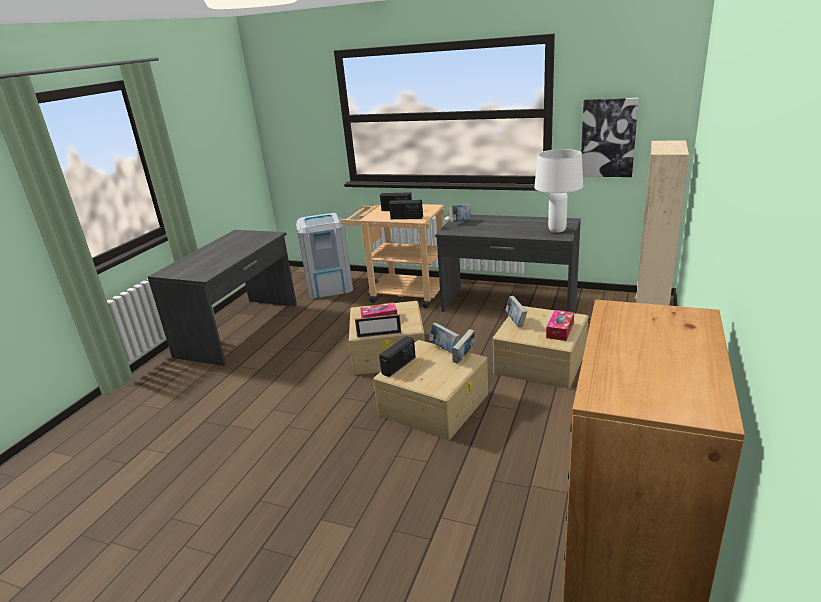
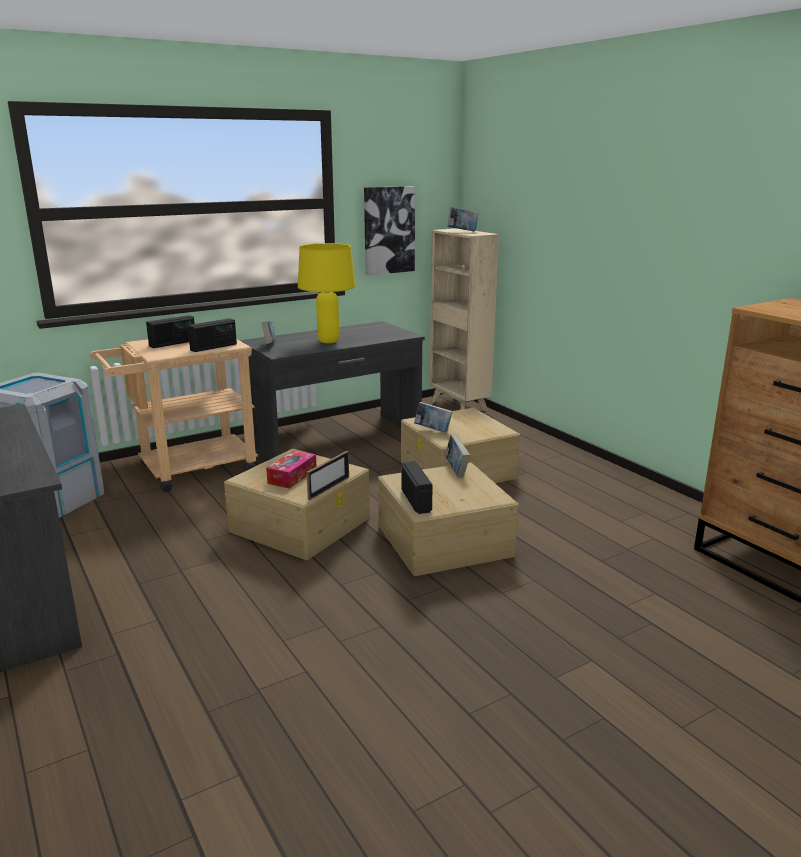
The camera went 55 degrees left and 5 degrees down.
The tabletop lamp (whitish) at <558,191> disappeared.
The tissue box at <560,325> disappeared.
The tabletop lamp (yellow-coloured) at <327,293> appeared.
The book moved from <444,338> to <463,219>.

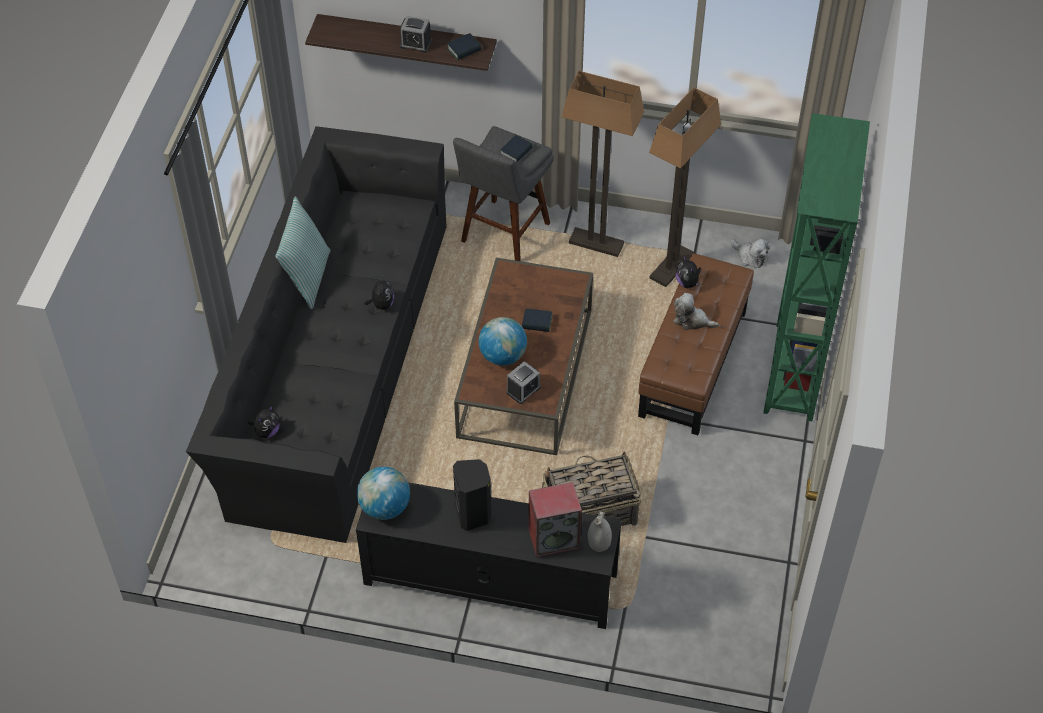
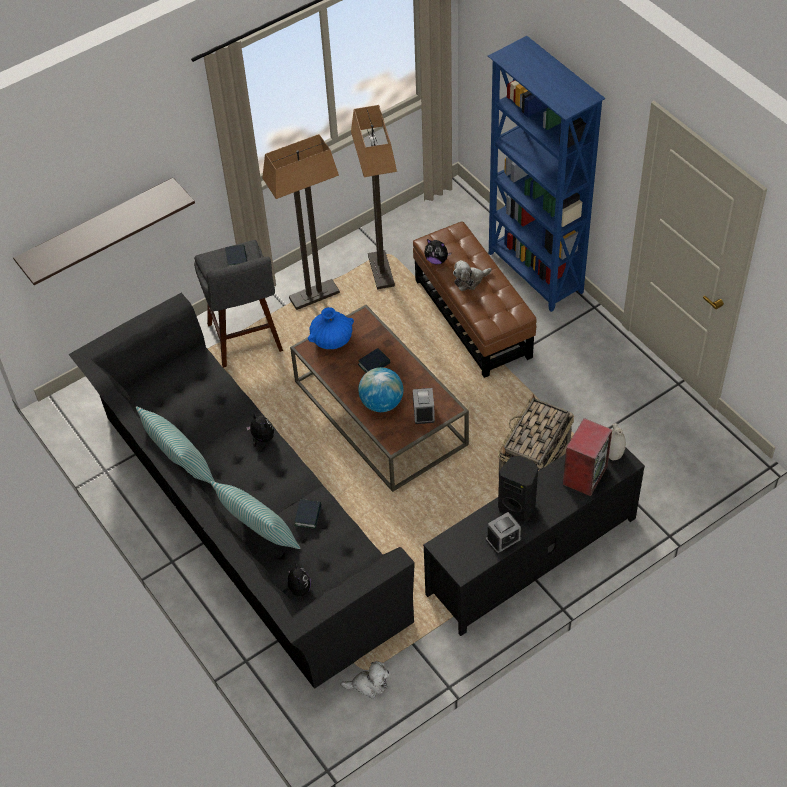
The camera went 45 degrees left and 0 degrees up.
The globe at <383,493> disappeared.
The throw pillow at <255,515> appeared.
The decorative vase (blue) at <331,328> appeared.
The table clock moved from <416,34> to <503,533>.
The book moved from <464,46> to <307,514>.
The plush toy moved from <750,253> to <365,679>.
The bookcase (green) at <816,267> became the bookcase (blue) at <546,174>.

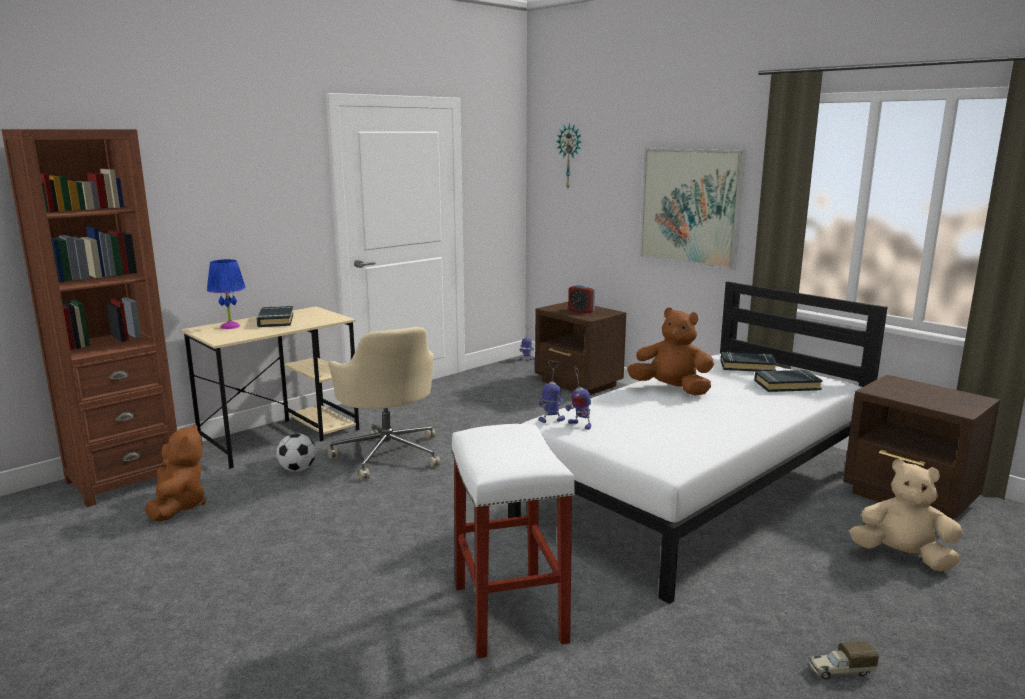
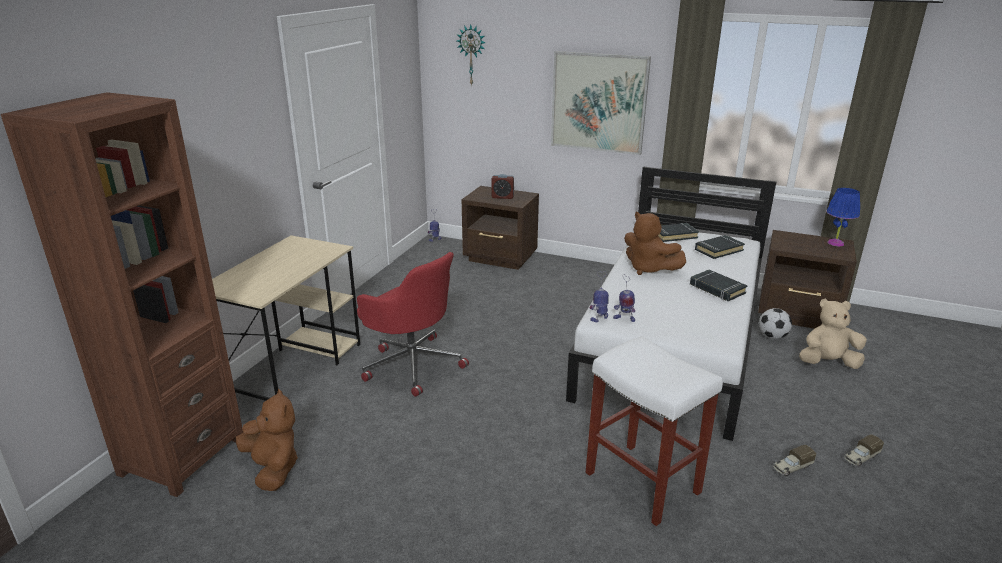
The camera went 25 degrees left and 10 degrees up.
The model truck at <794,460> appeared.
The tabletop lamp (blue) moved from <226,294> to <843,217>.
The book (black) moved from <275,316> to <719,285>.
The football moved from <296,452> to <775,323>.
The computer chair (beige-coloured) at <384,403> became the computer chair (red) at <413,324>.
The plush toy (brown-coloured) at <670,351> turned 135 degrees counterclockwise.

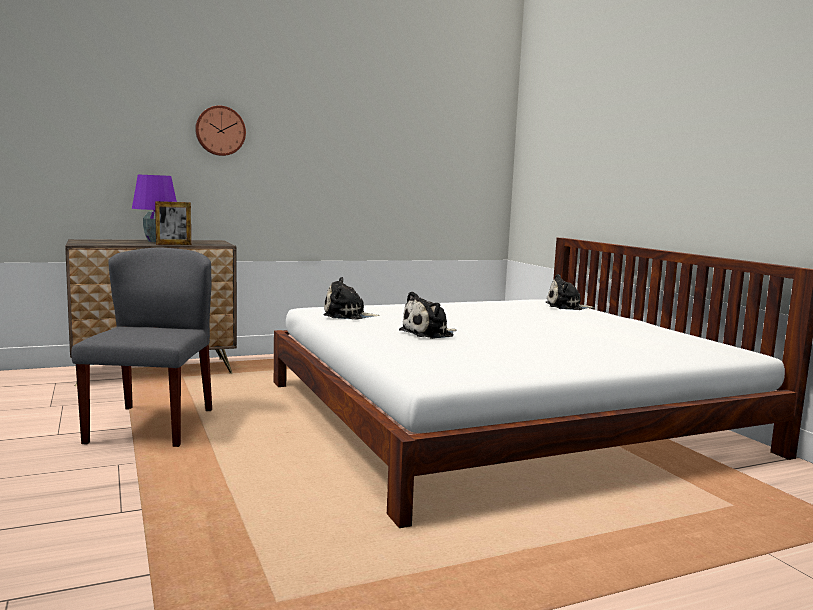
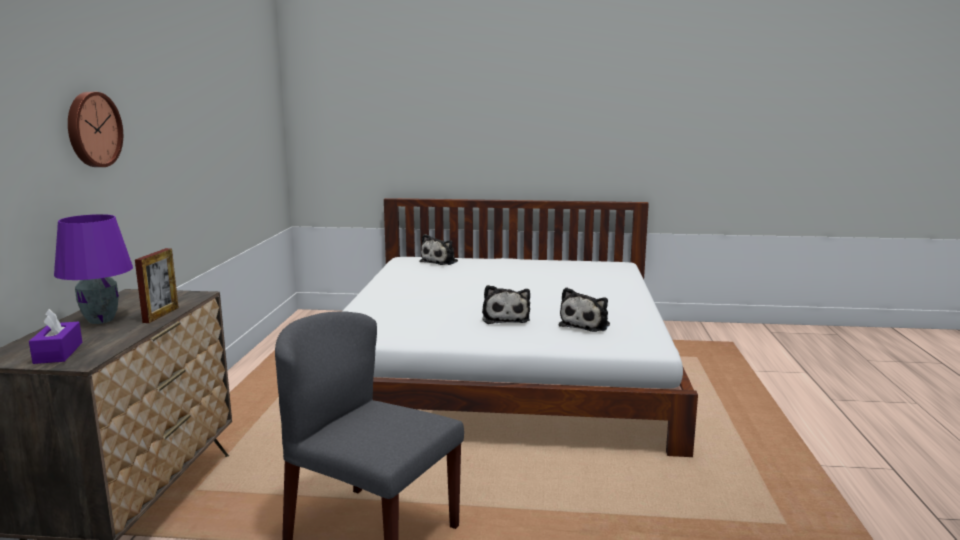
The camera went 60 degrees left and 5 degrees up.
The tissue box (purple-coloured) at <56,336> appeared.
The plush toy moved from <352,298> to <584,310>.

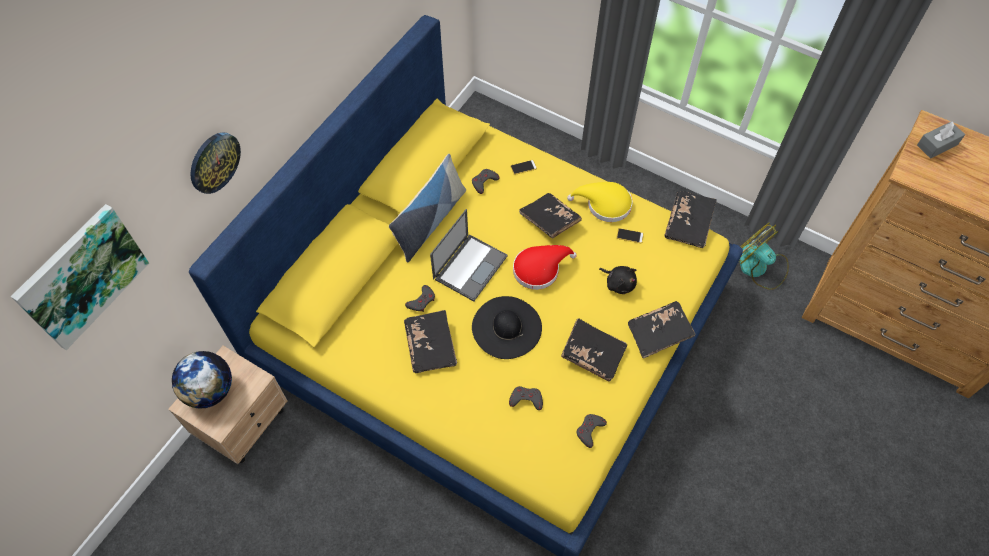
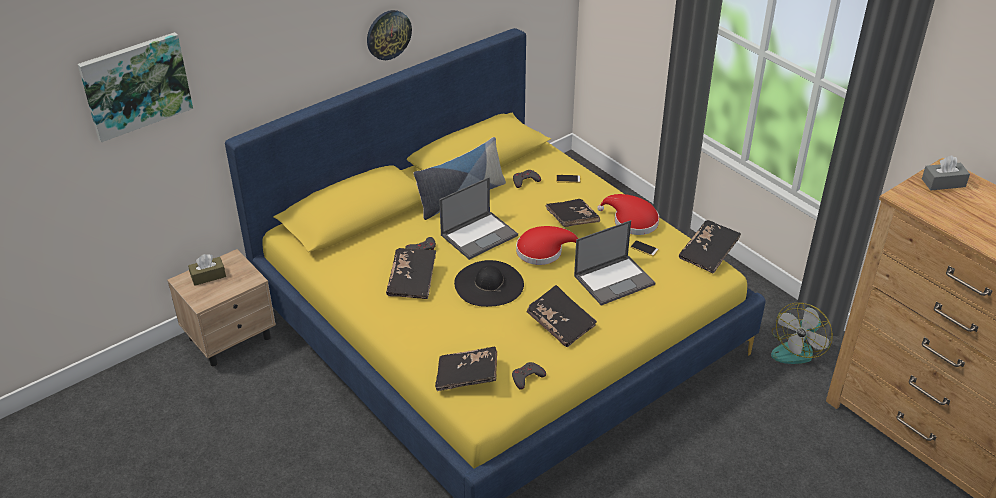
The camera went 20 degrees right and 20 degrees down.
The game controller (grey) at <526,398> disappeared.
The hanging clock moved from <215,163> to <389,35>.
The book (black) moved from <662,330> to <466,369>.
The globe at <202,380> was replaced by the tissue box (brown-coloured) at <207,270>.
The plush toy (black) at <618,280> was replaced by the laptop at <614,262>.
The hat (yellow-coloured) at <599,202> became the hat (red) at <628,214>.
The electric fan at <764,256> turned 120 degrees counterclockwise.

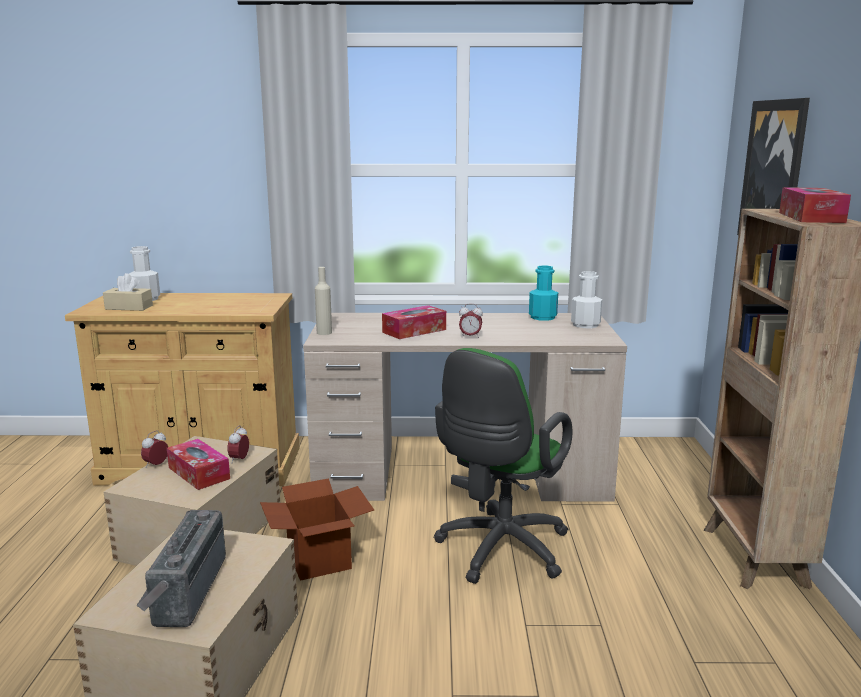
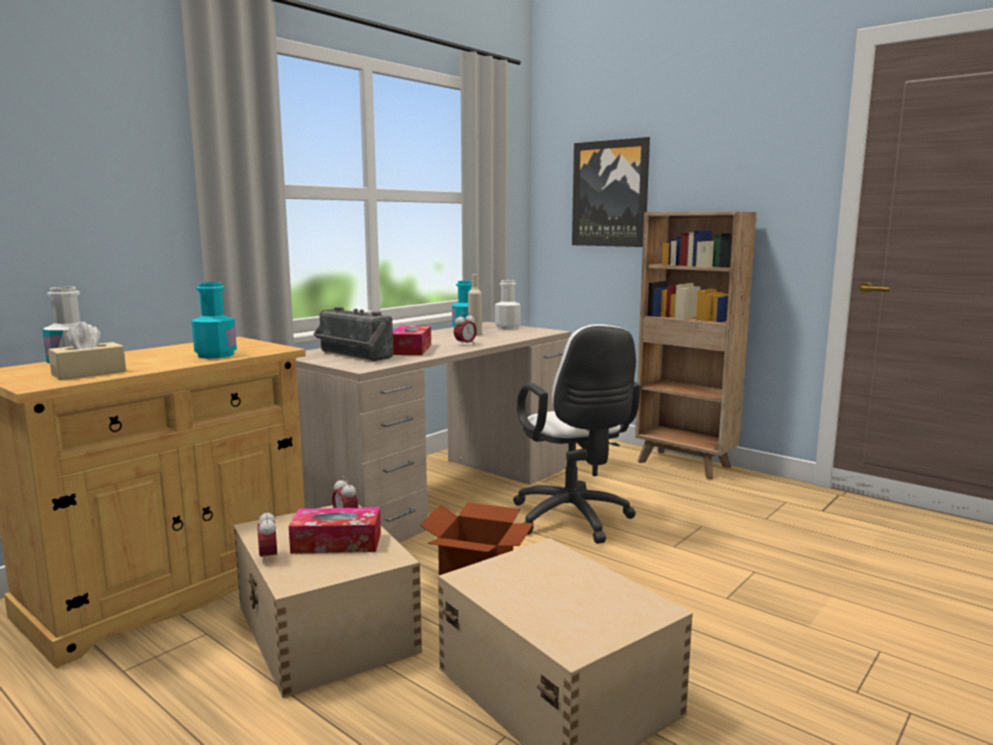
The camera went 50 degrees left and 5 degrees down.
The tissue box at <815,205> disappeared.
The drink bottle (turquoise-coloured) at <214,320> appeared.
The radio moved from <181,568> to <353,334>.
The drink bottle (beige-coloured) moved from <323,301> to <475,305>.
The computer chair (green) at <503,466> became the computer chair (whitish) at <577,434>.

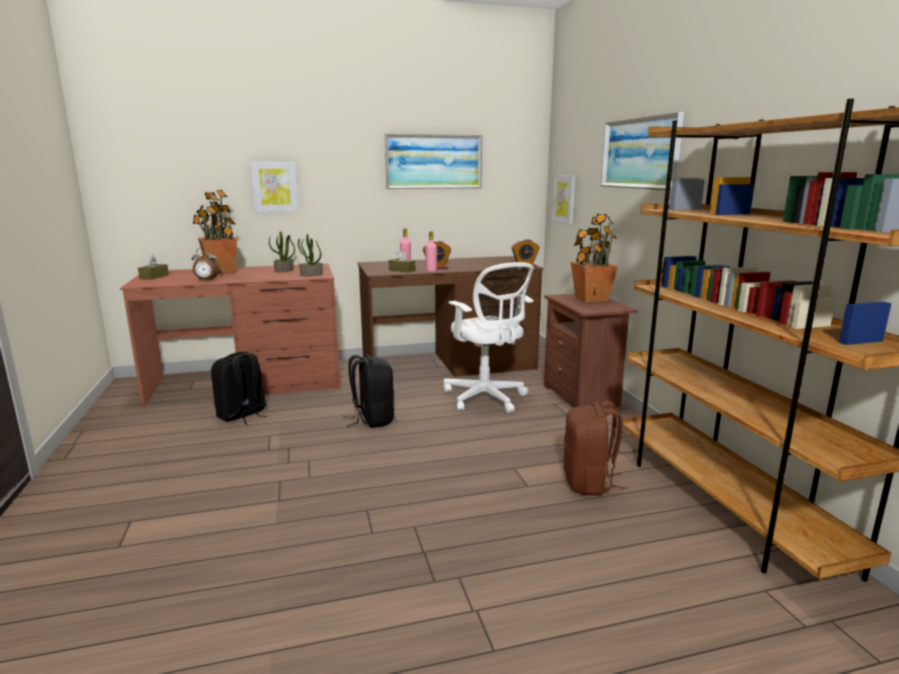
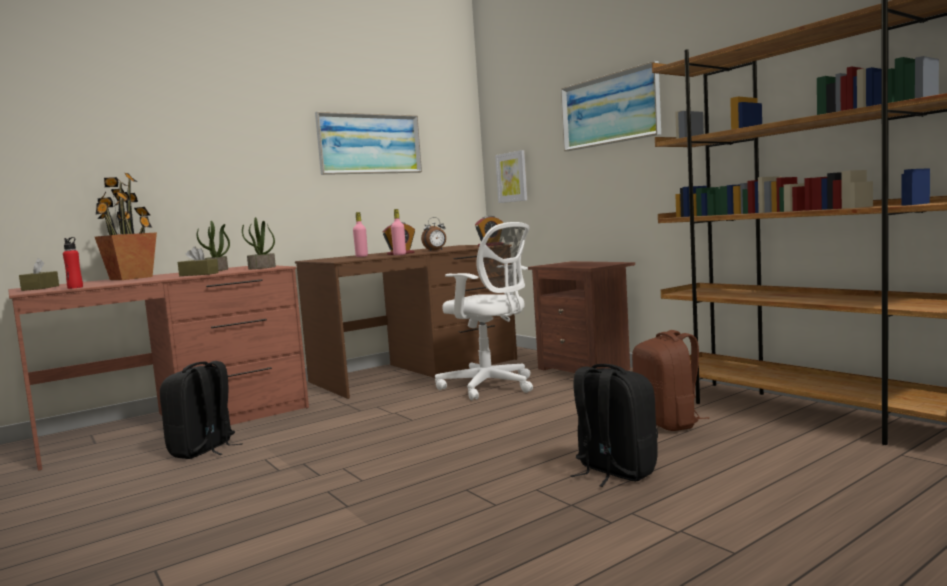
The camera went 20 degrees left and 10 degrees down.
The wall picture at <274,186> disappeared.
The plant in a pot at <594,258> disappeared.
The drink bottle (red) at <73,263> appeared.
The table clock moved from <206,264> to <433,234>.
The backpack (black) moved from <368,391> to <614,425>.
The tissue box (brown-coloured) moved from <402,261> to <198,261>.

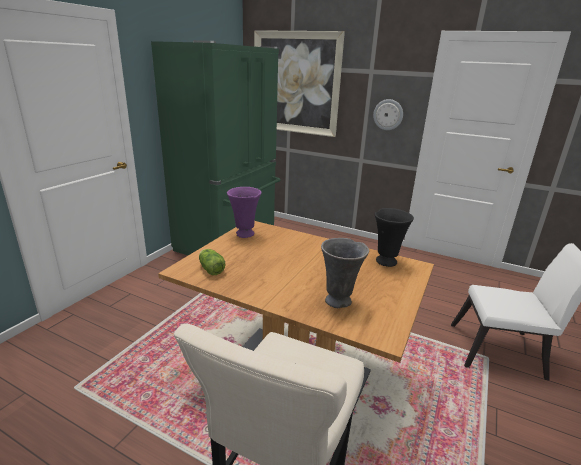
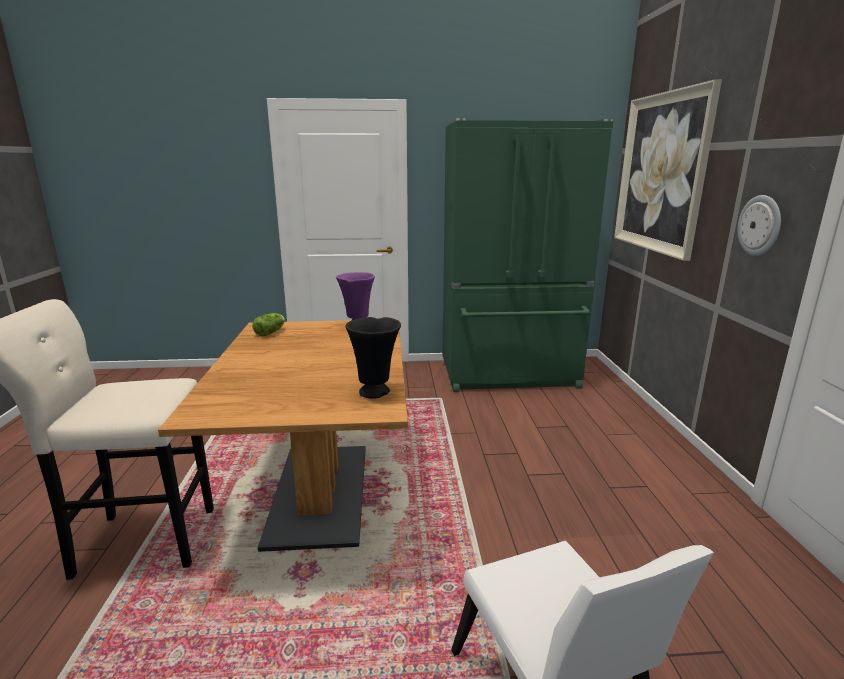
The camera went 60 degrees right and 5 degrees down.
The decorative vase (grey) at <345,273> disappeared.

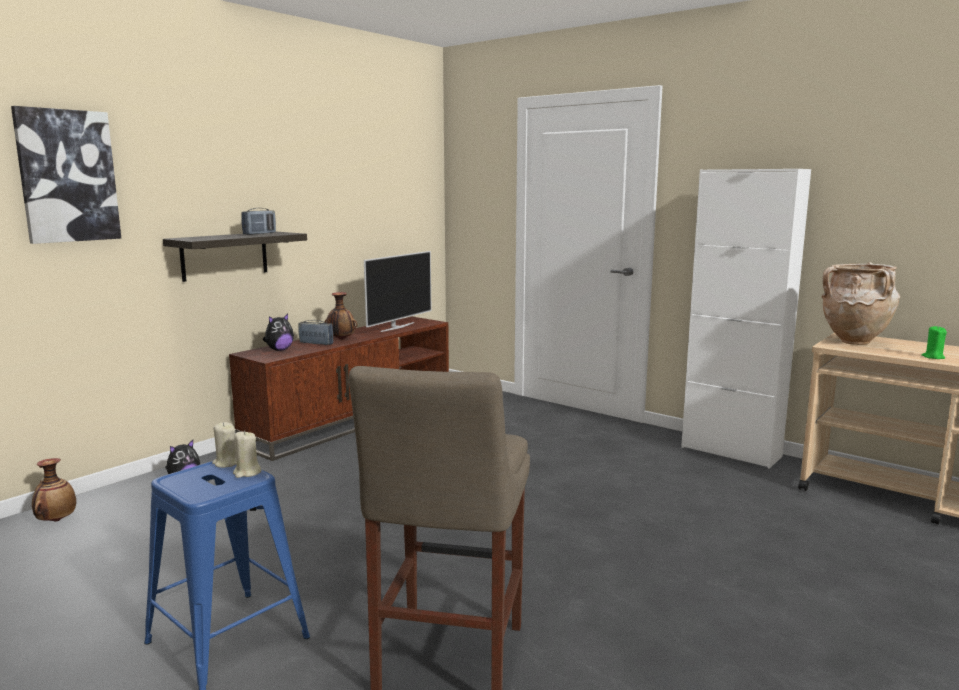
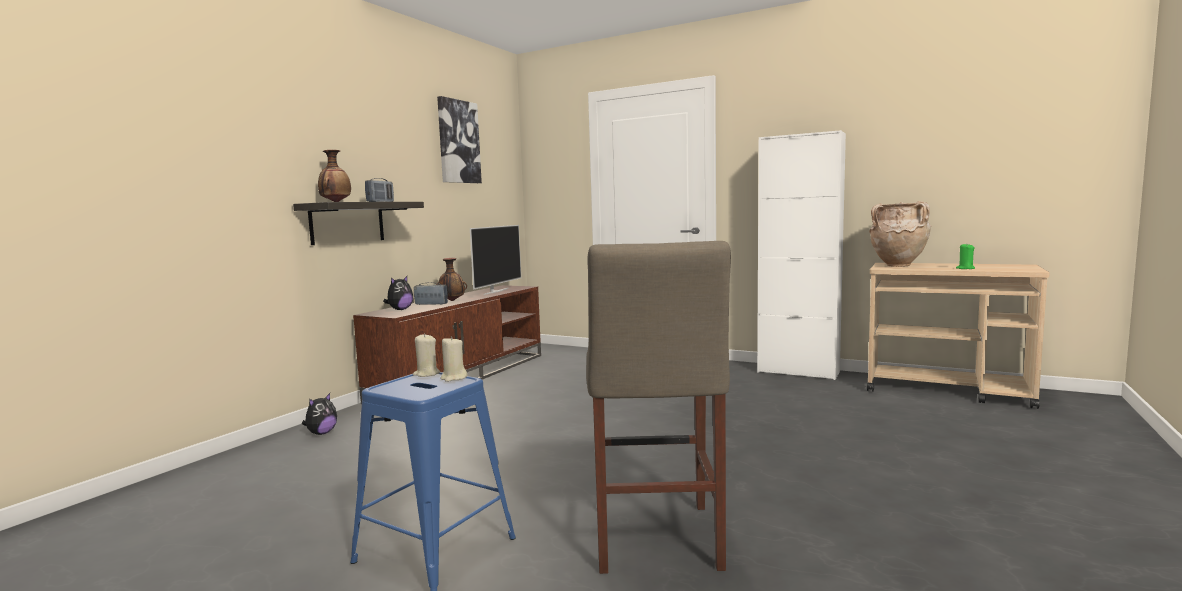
The camera went 10 degrees left and 5 degrees down.
The wall picture moved from <66,175> to <459,139>.
The decorative vase moved from <54,490> to <334,176>.

